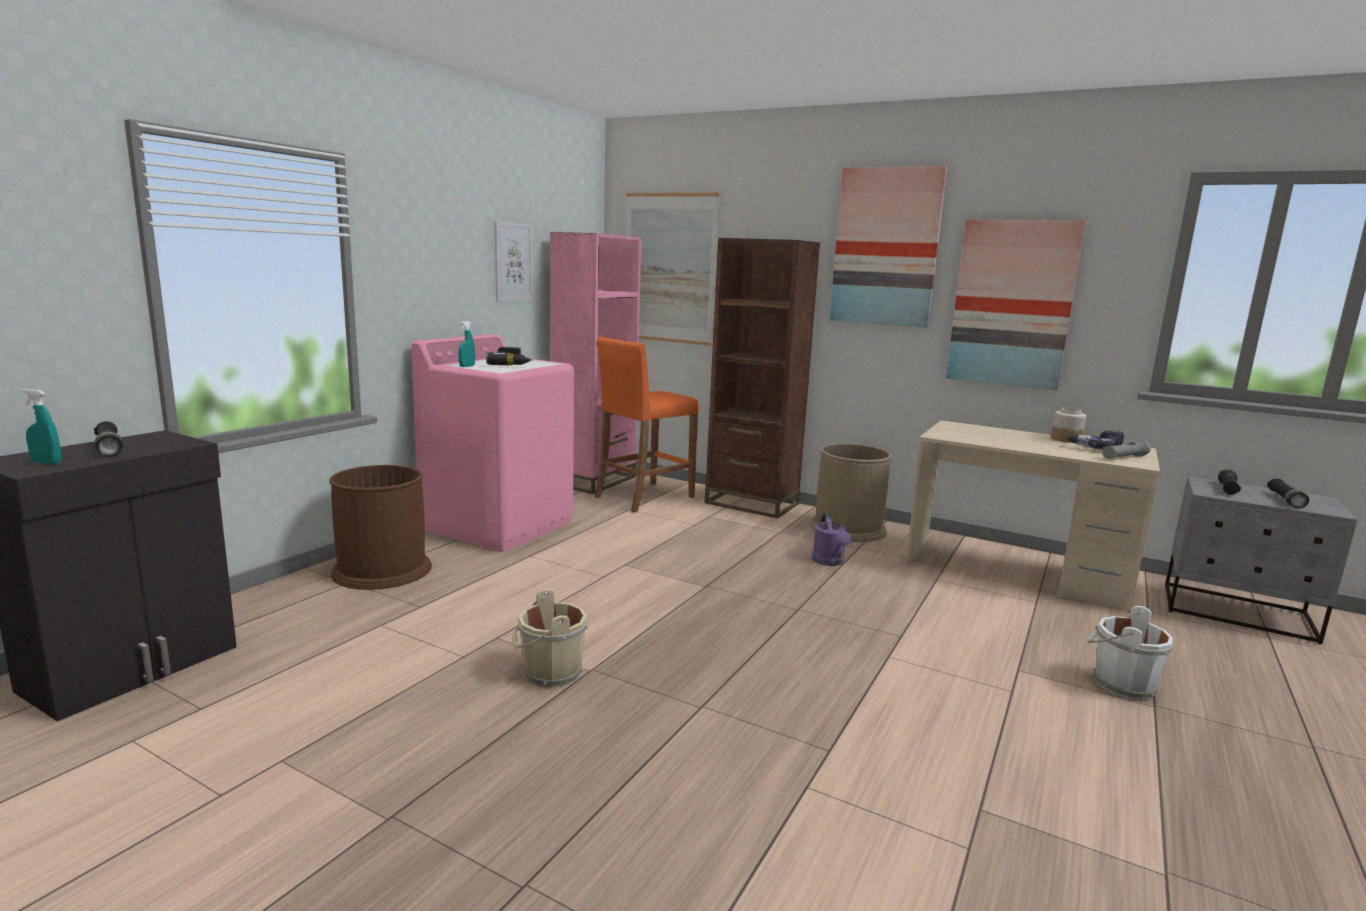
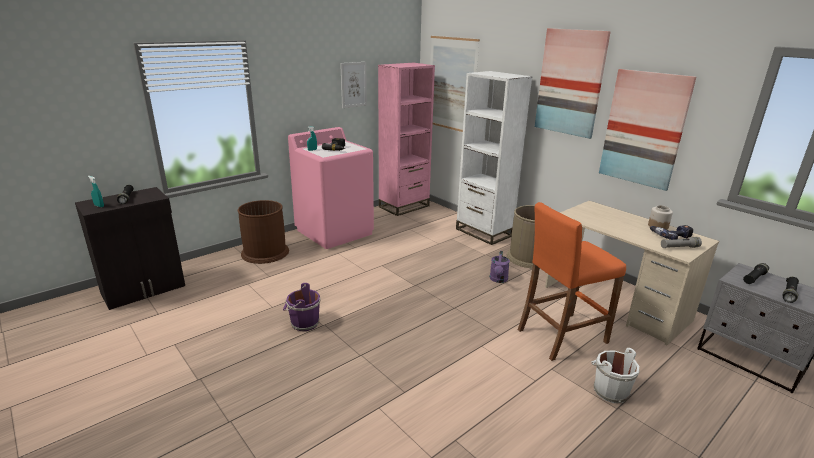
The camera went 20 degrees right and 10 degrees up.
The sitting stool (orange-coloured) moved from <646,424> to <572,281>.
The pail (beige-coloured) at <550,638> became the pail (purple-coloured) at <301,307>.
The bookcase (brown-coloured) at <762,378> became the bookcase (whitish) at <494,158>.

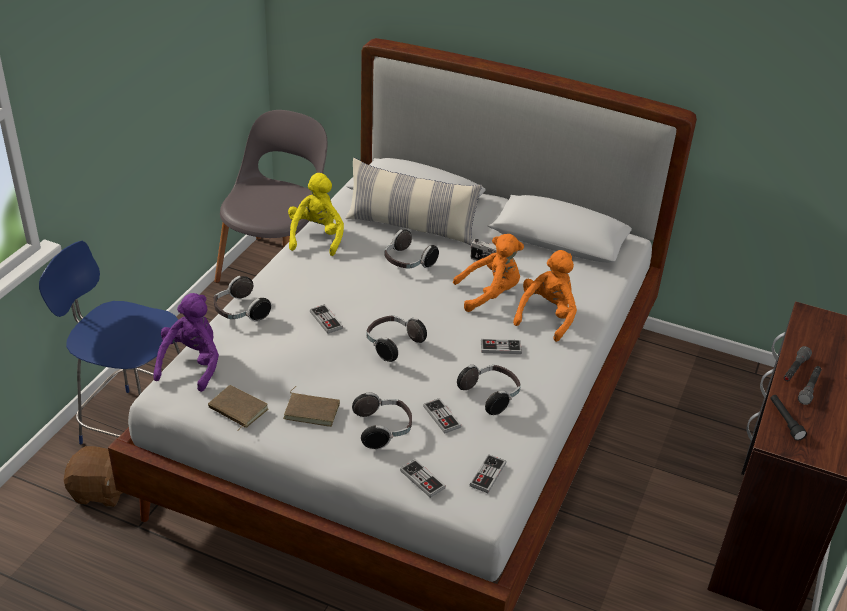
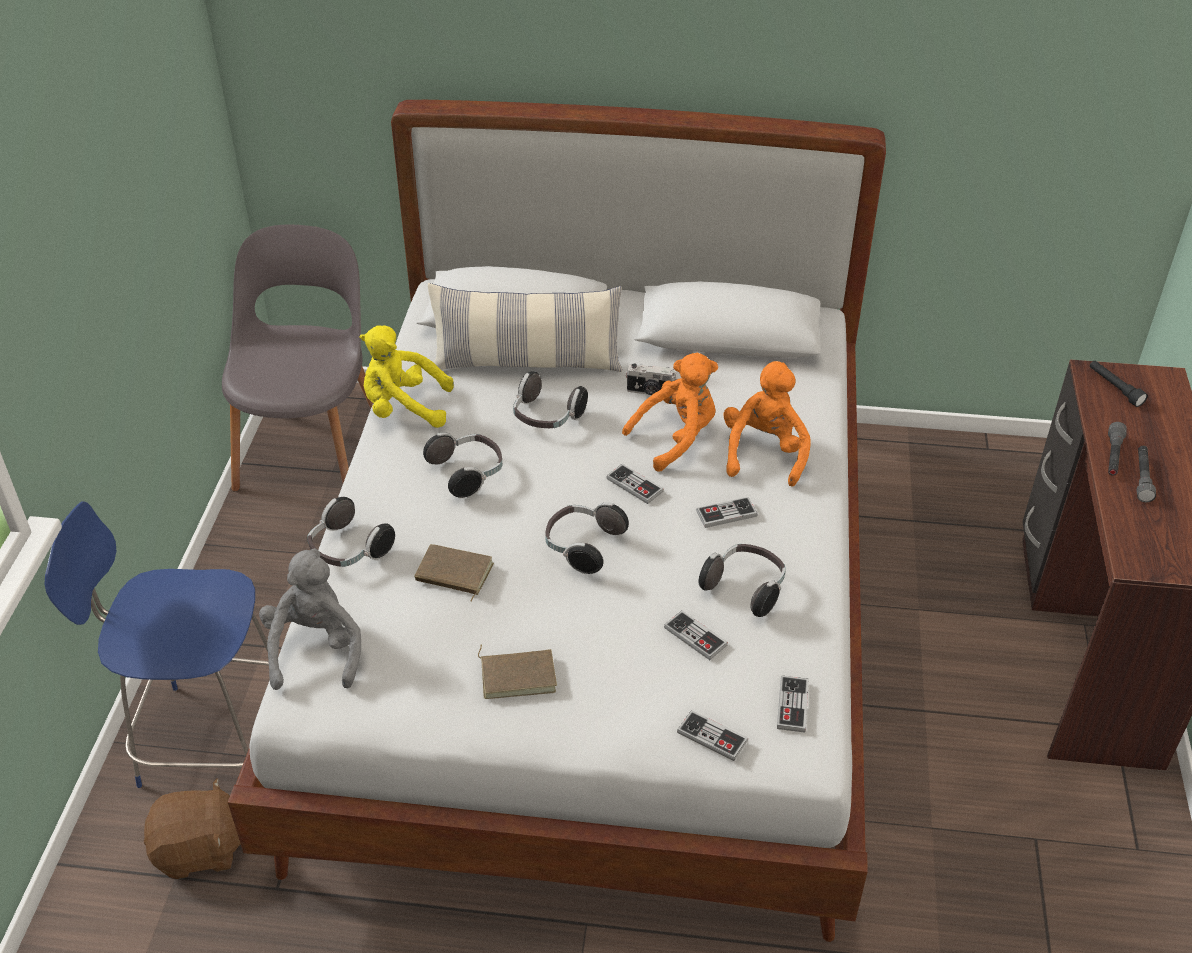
The camera went 15 degrees left and 5 degrees up.
The book (brown-coloured) moved from <238,408> to <454,573>.
The game controller moved from <326,319> to <635,483>.
The pair of headphones moved from <382,421> to <462,465>.
The torch (black) moved from <788,418> to <1119,384>.
The plush toy (purple-coloured) at <186,342> became the plush toy (grey) at <310,619>.
The plush toy (yellow-coloured) at <316,214> turned 75 degrees counterclockwise.

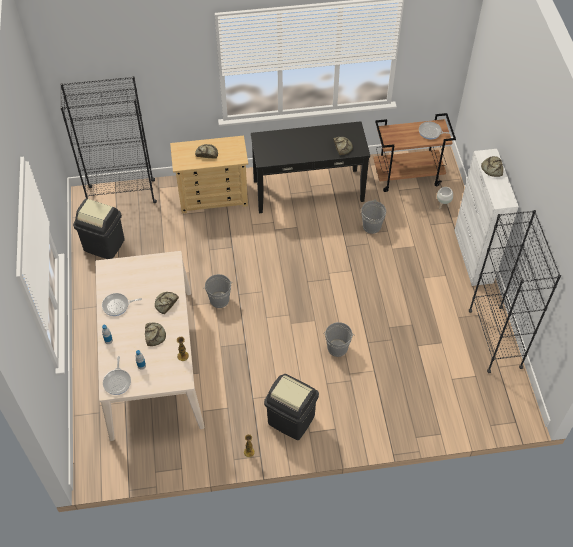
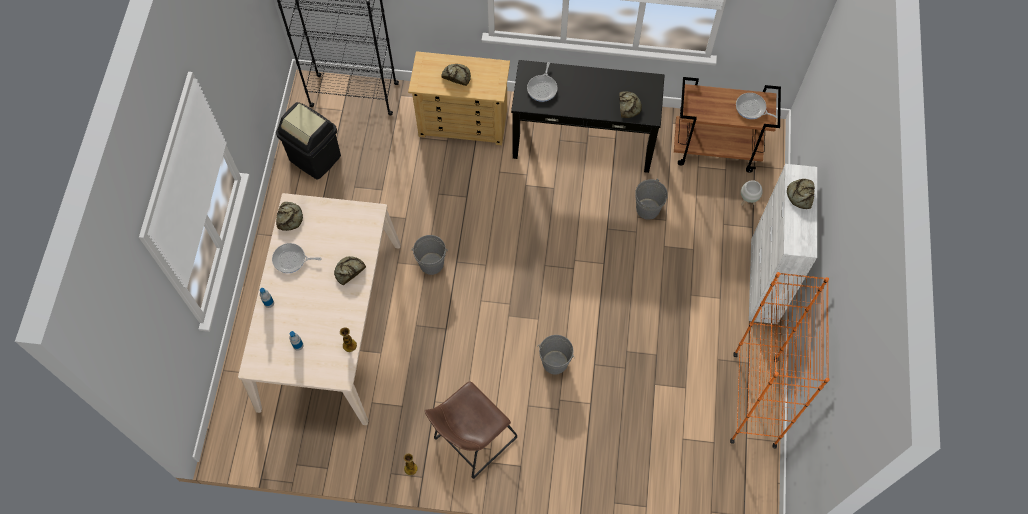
The camera went 15 degrees right and 10 degrees up.
The skillet moved from <117,375> to <542,82>.
The bread moved from <155,334> to <289,216>.
The trash can (black) at <291,407> was replaced by the sitting stool (brown-coloured) at <471,430>.
The bookcase (black) at <515,291> became the bookcase (orange-coloured) at <779,360>.

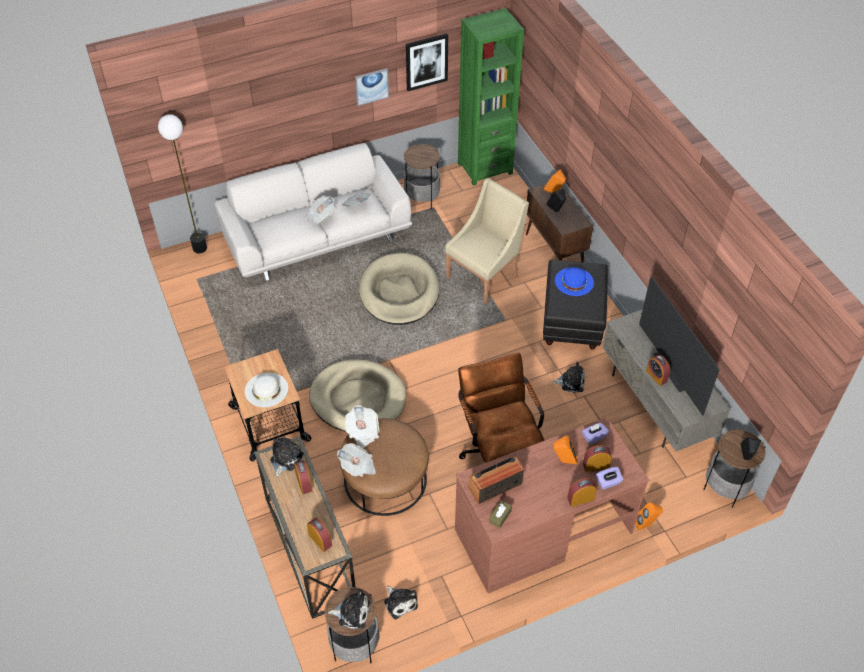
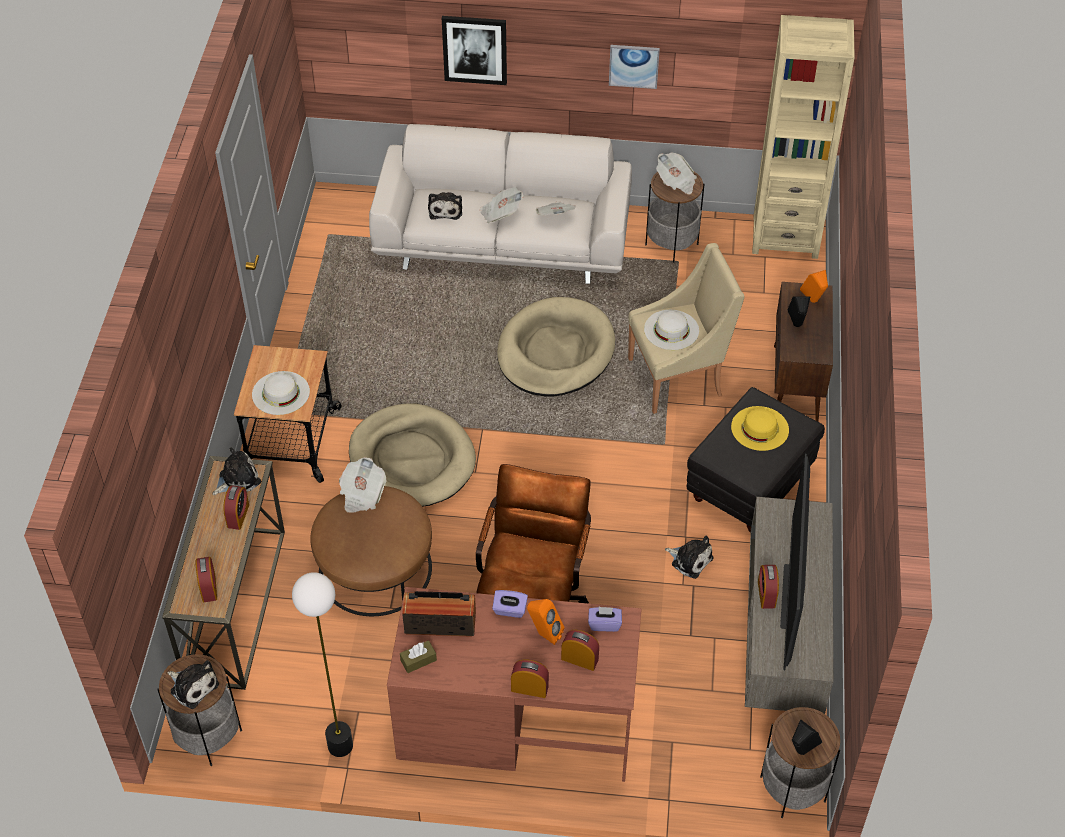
The camera went 30 degrees right and 0 degrees up.
The loudspeaker (orange-coloured) at <649,517> disappeared.
The hat (whitish) at <671,330> appeared.
The standing lamp moved from <182,183> to <322,664>.
The newspaper moved from <356,460> to <676,173>.
The plush toy moved from <401,602> to <445,206>.
The wall picture moved from <427,62> to <474,50>.
The tissue box (purple-coloured) moved from <609,478> to <510,604>.
The bookcase (green) at <491,97> became the bookcase (beige-coloured) at <803,137>.
The hat (blue) at <574,281> became the hat (yellow-coloured) at <760,428>.

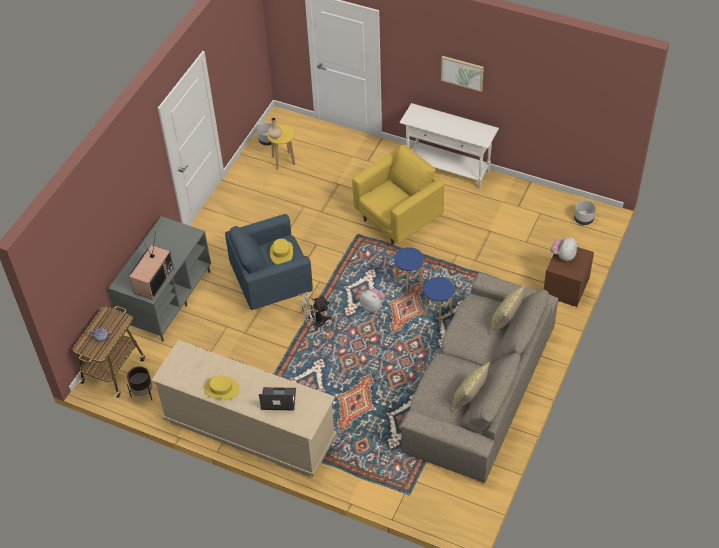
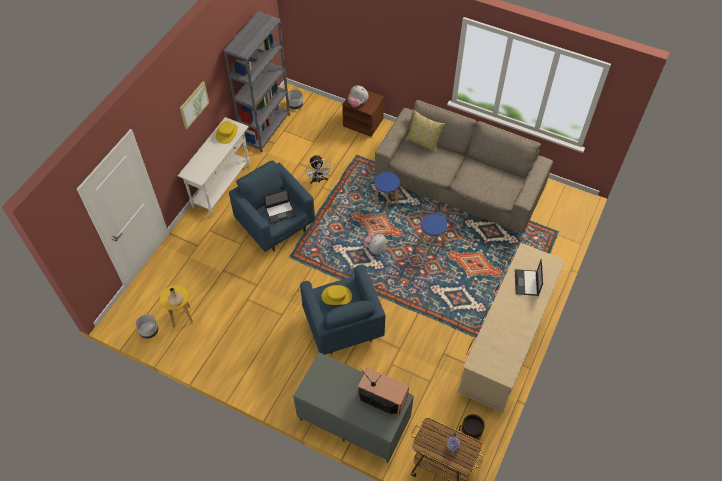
The camera went 90 degrees left and 5 degrees up.
The throw pillow at <470,387> disappeared.
The bookcase (grey) at <256,82> appeared.
The laptop at <279,206> appeared.
The hat (yellow-coloured) moved from <222,387> to <227,132>.
The electric fan (whitish) moved from <315,311> to <319,169>.
The sitting stool (blue) moved from <409,271> to <433,234>.
The lounge chair (yellow-coloured) at <398,194> became the lounge chair (blue) at <272,206>.

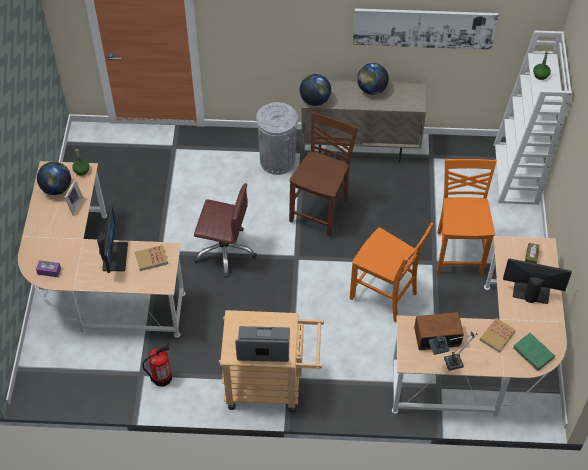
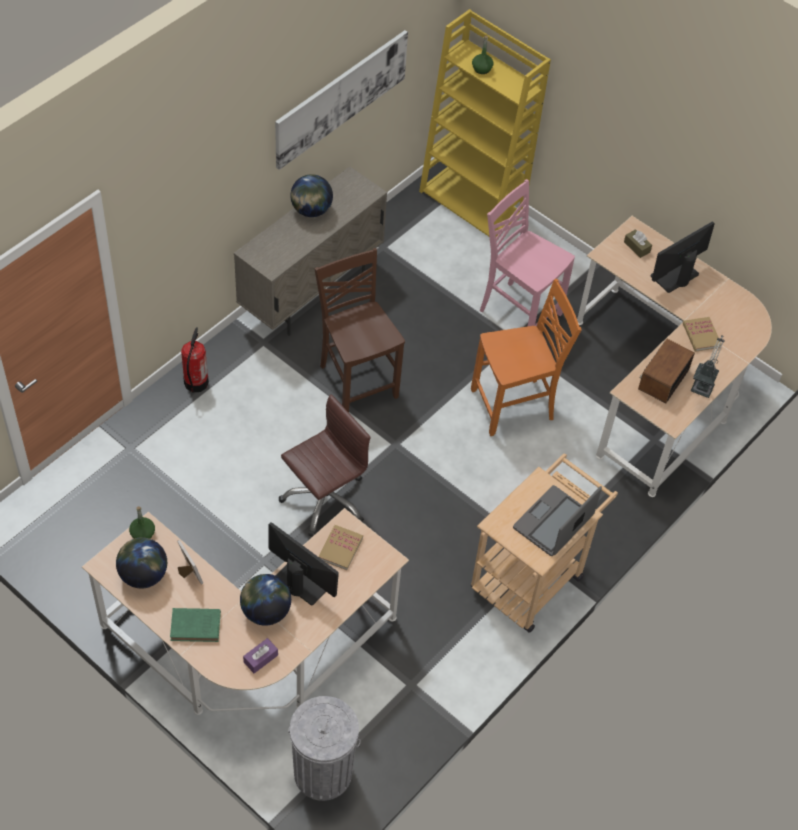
The camera went 55 degrees left and 0 degrees up.
The fire extinguisher moved from <157,365> to <195,359>.
The trash can (grey) moved from <277,138> to <324,748>.
The globe moved from <315,90> to <265,600>.
The book (green) moved from <534,352> to <195,625>.
The upright chair (orange-coloured) at <467,217> became the upright chair (pink-coloured) at <527,253>.
The bookcase (whitish) at <533,118> became the bookcase (yellow-coloured) at <485,123>.

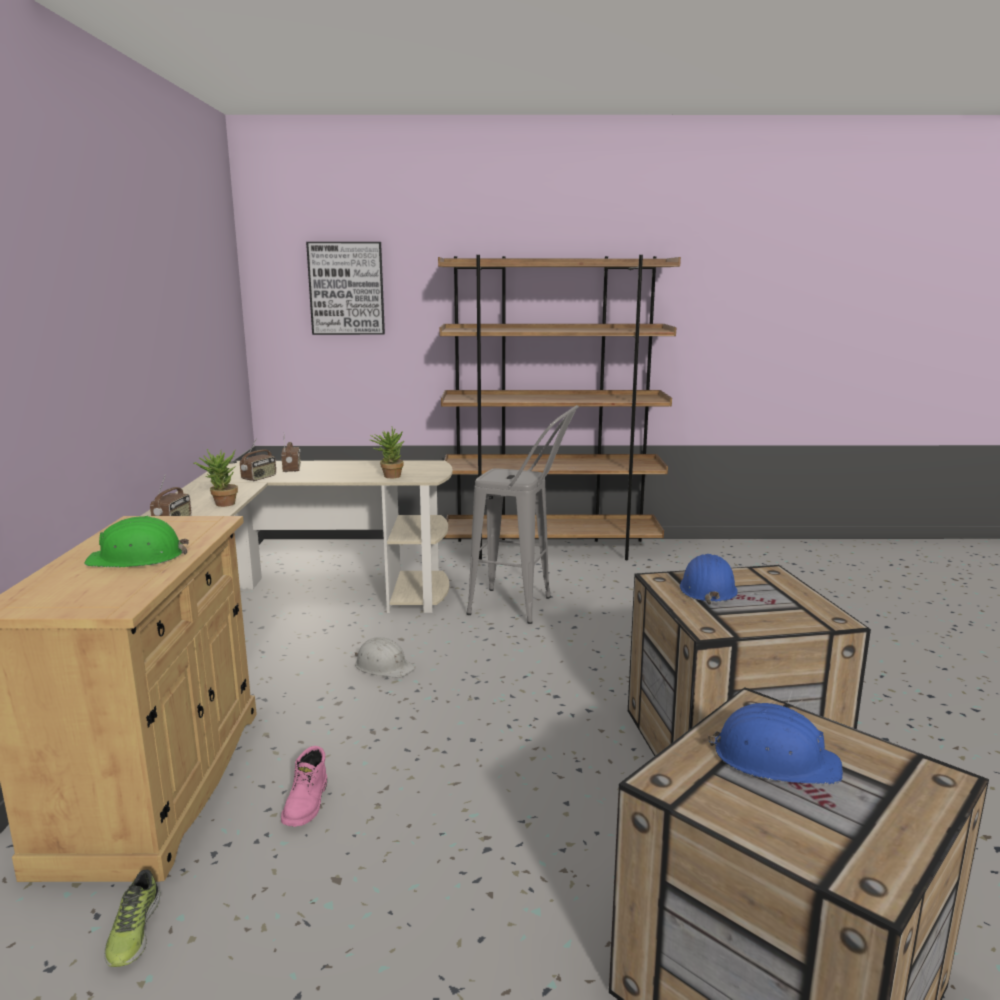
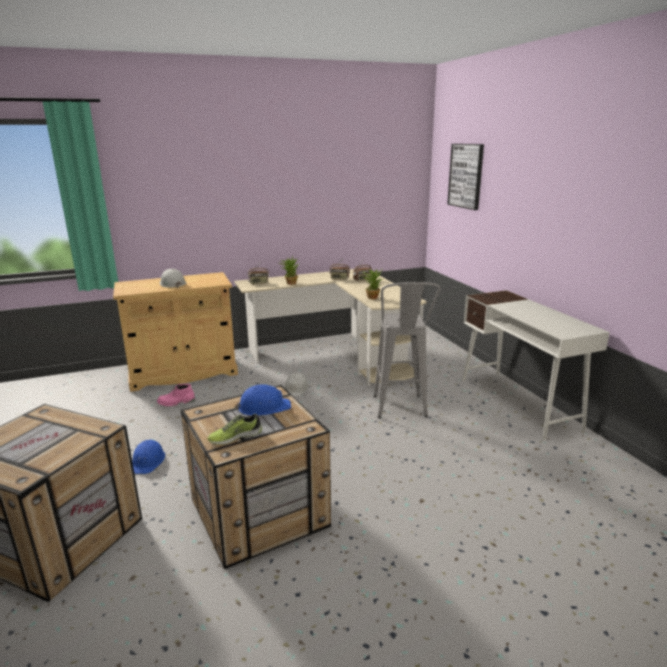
The camera went 70 degrees right and 5 degrees up.
The shoe moved from <132,918> to <235,429>.
The safety helmet (blue) moved from <775,743> to <148,457>.
The bookcase (brown-coloured) at <559,407> was replaced by the desk table (whitish) at <536,365>.
The safety helmet (green) at <137,541> became the safety helmet (whitish) at <173,278>.

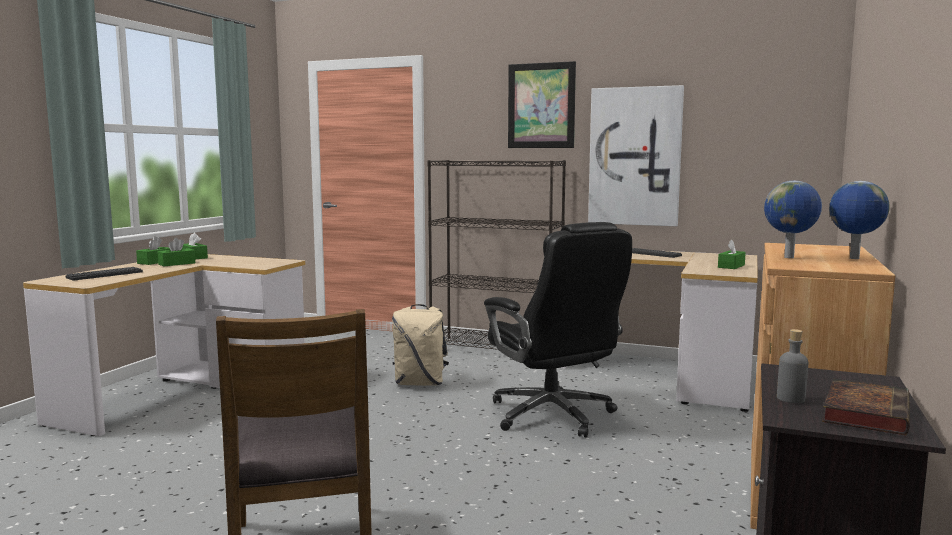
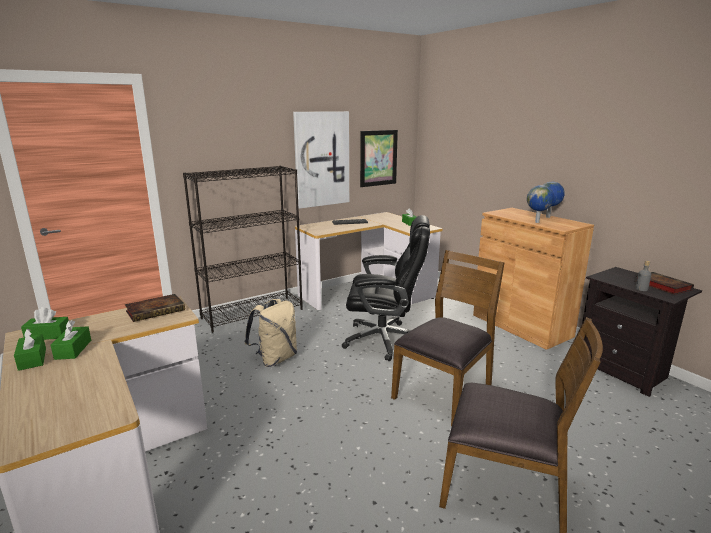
The camera went 55 degrees left and 10 degrees up.
The computer keyboard at <104,274> disappeared.
The book at <155,308> appeared.
The upright chair (brown-coloured) at <448,338> appeared.
The wall picture moved from <542,104> to <379,158>.

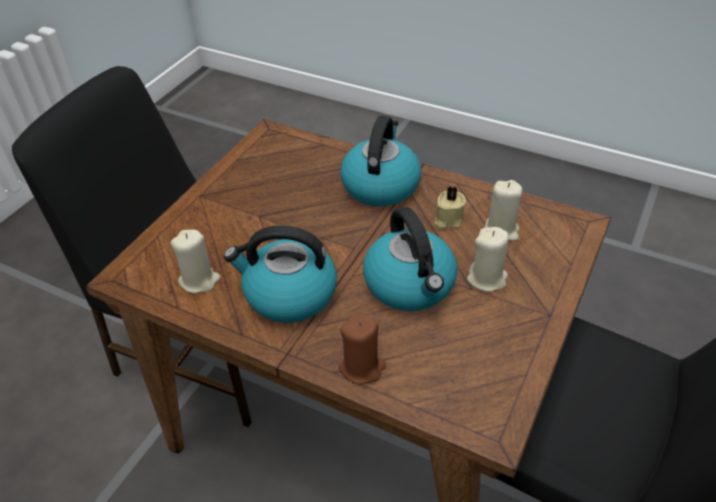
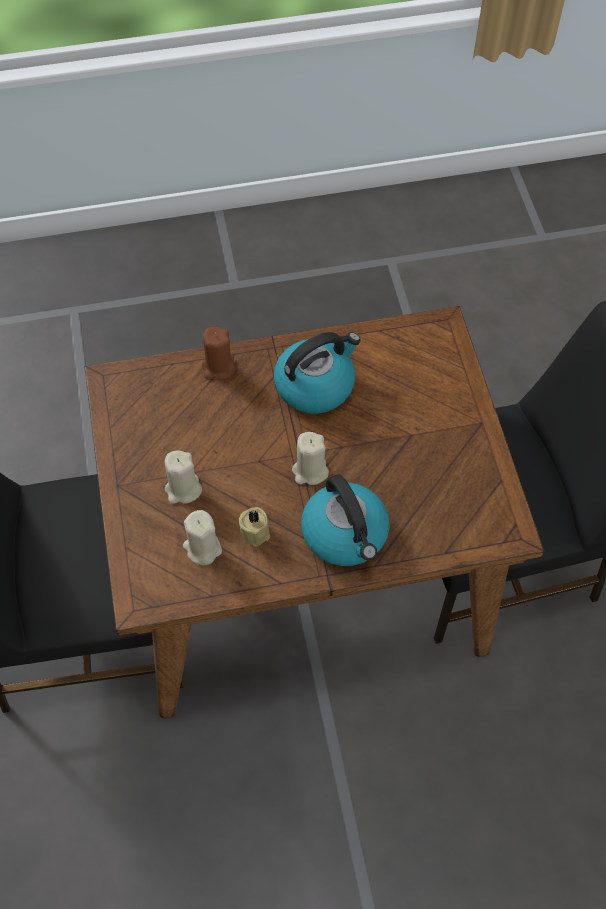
The camera went 140 degrees right and 15 degrees up.
The tea kettle at <410,259> disappeared.
The wax light (beige-coloured) moved from <196,261> to <310,458>.

